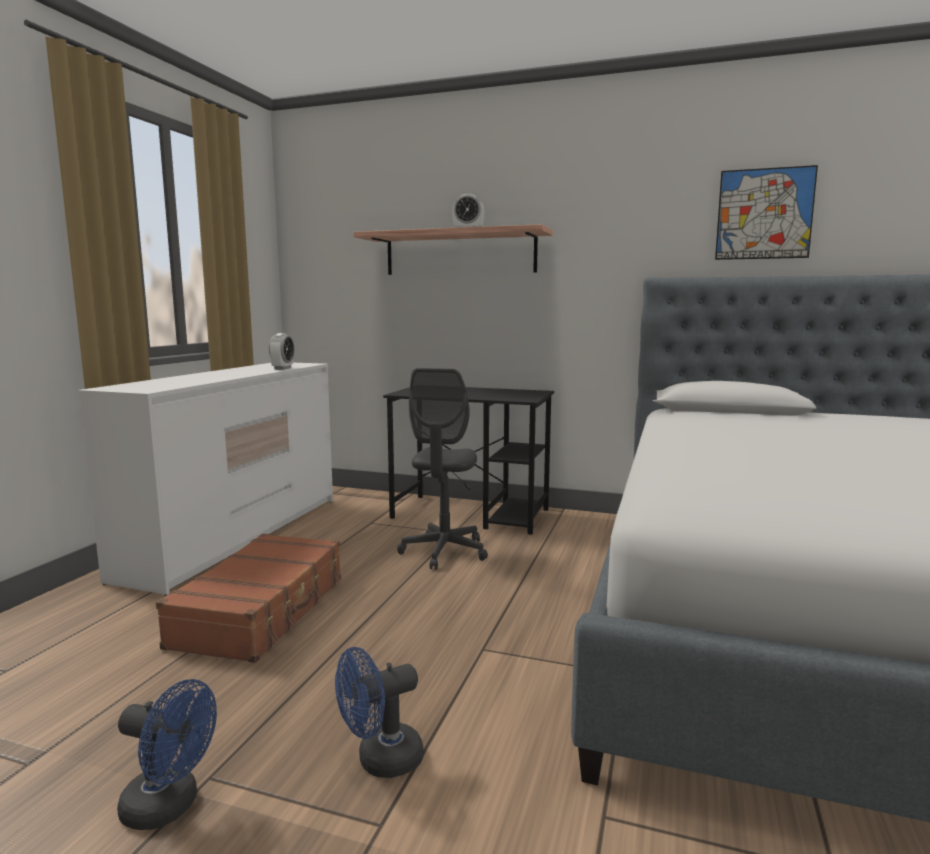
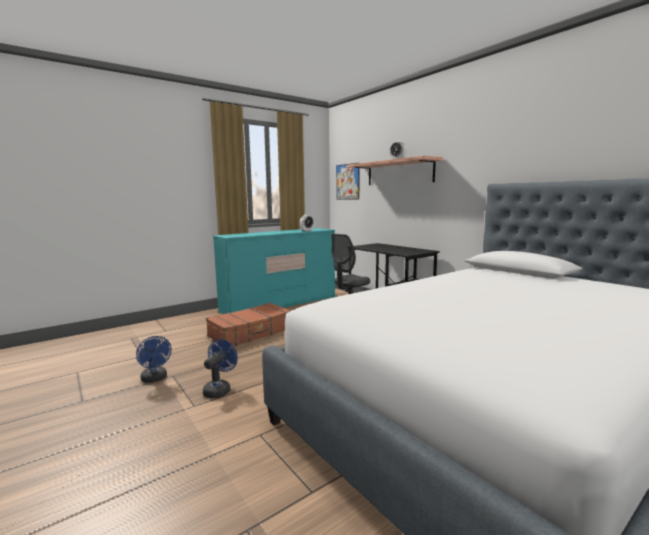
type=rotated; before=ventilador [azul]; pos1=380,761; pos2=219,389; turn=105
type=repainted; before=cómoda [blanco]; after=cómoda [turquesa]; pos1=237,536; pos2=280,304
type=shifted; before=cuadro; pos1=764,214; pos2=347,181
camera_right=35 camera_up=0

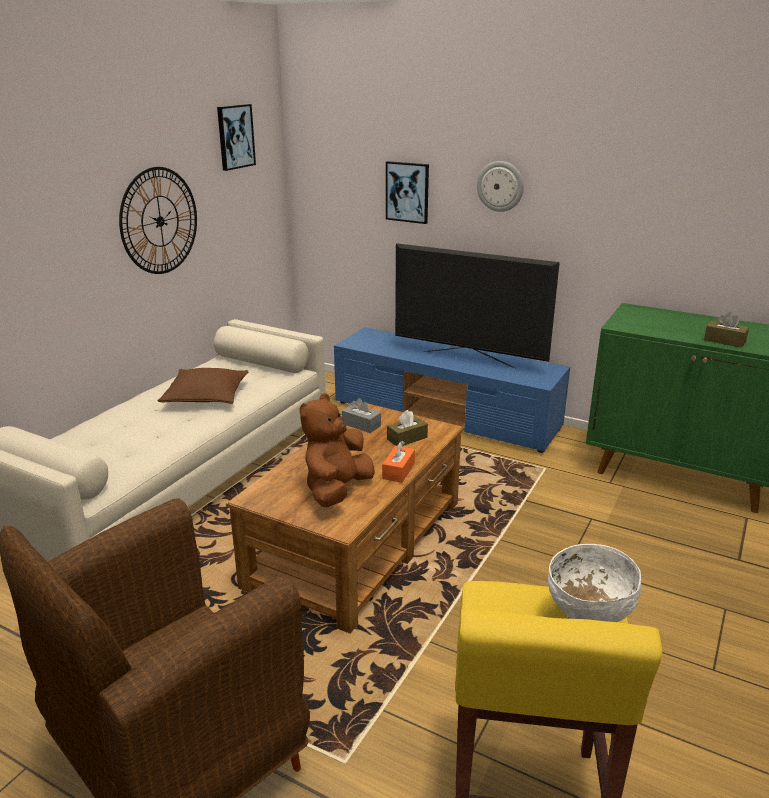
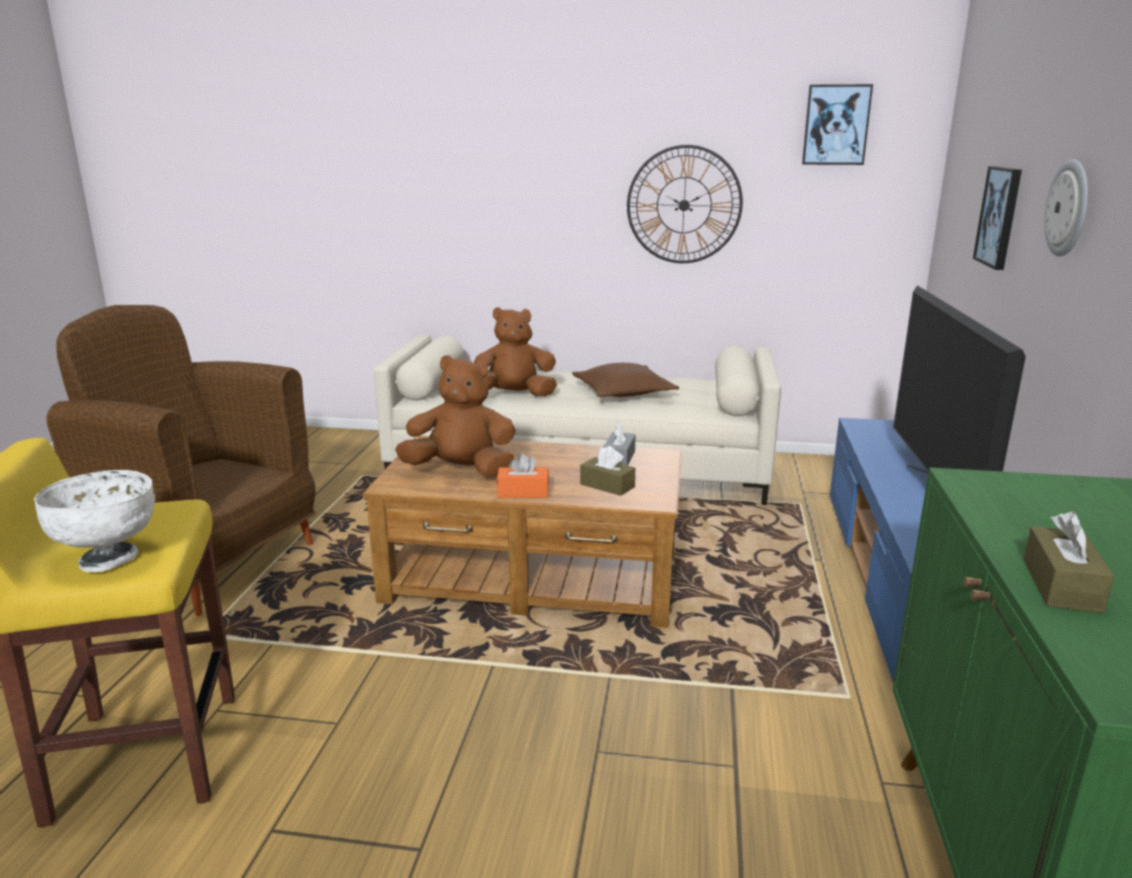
type=new; after=peluche [marrón]; pos2=514,395
camera_right=70 camera_up=-5

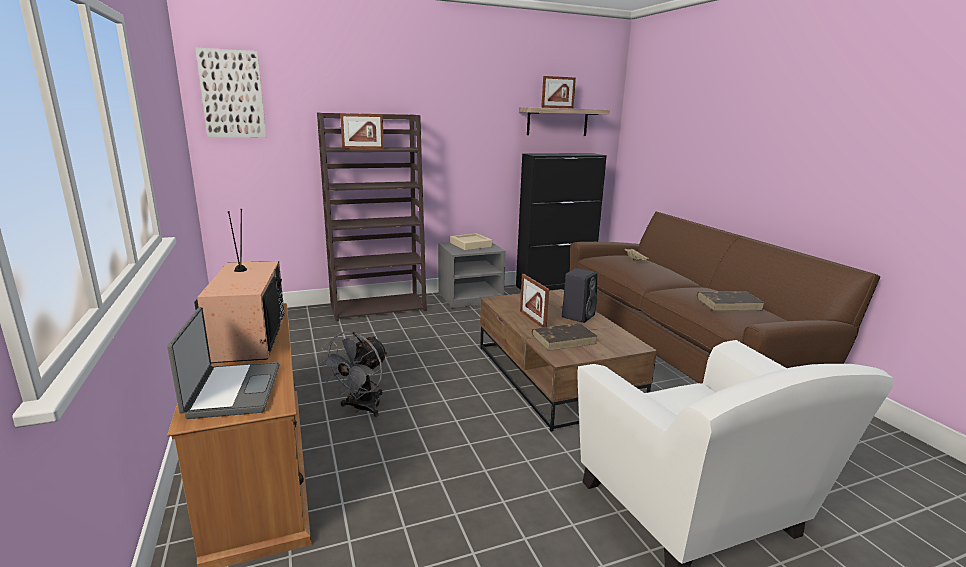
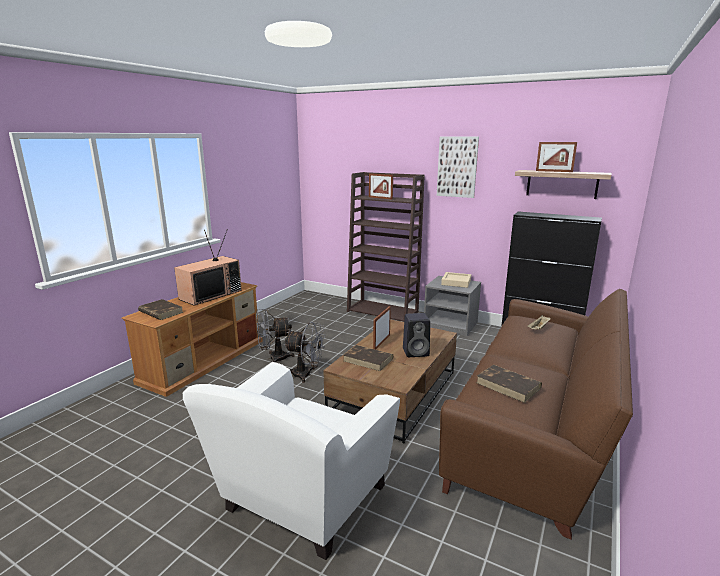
type=swapped; before=portátil; after=libro [marrón]; pos1=232,391; pos2=160,312
type=new; after=ventilador [gris]; pos2=306,375
type=shifted; before=cuadro; pos1=232,94; pos2=457,167
camera_right=50 camera_up=0

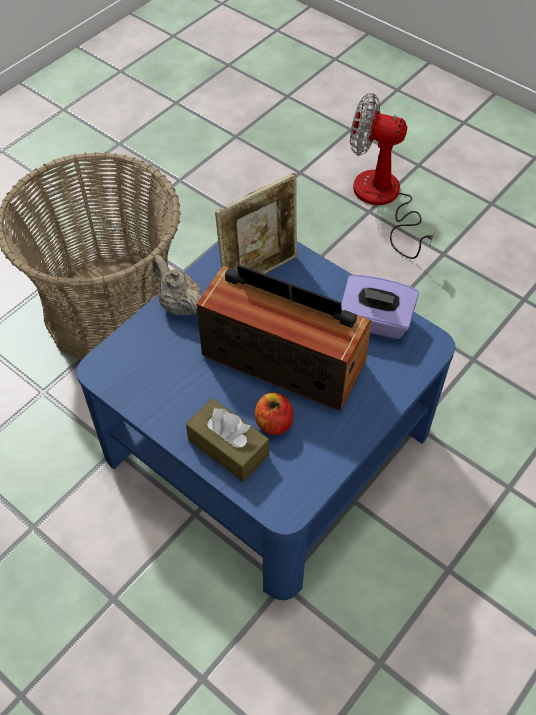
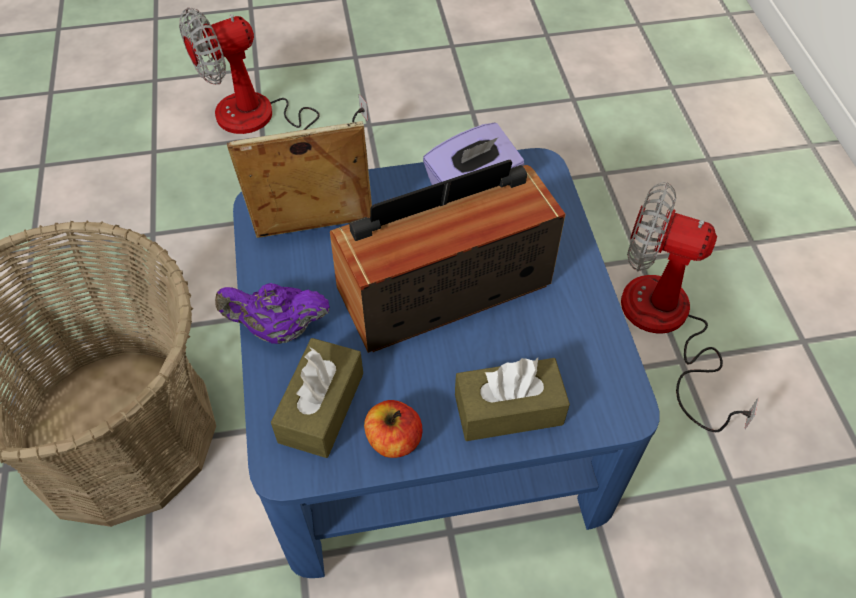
type=repainted; before=tetera [beis]; after=tetera [morado]; pos1=179,305; pos2=279,329
type=rotated; before=portarretratos; pos1=259,271; pos2=314,231; turn=-105
type=new; after=caja de pañuelos [marrón]; pos2=321,407
type=shifted; before=manzana; pos1=273,423; pos2=394,440
type=new; after=ventilador; pos2=665,327
camera_right=-50 camera_up=0

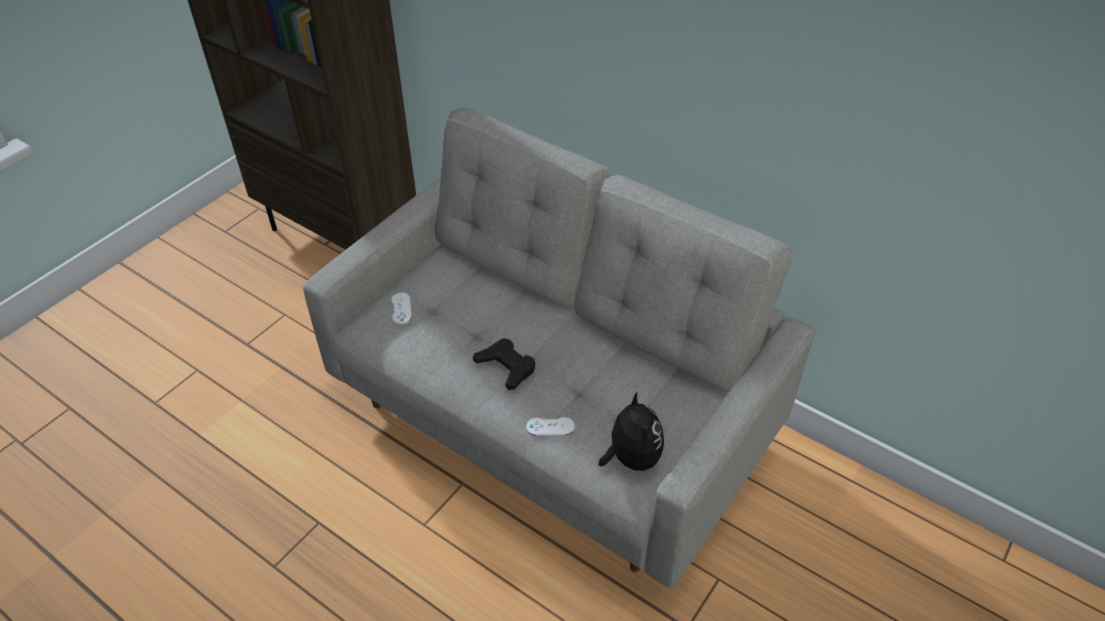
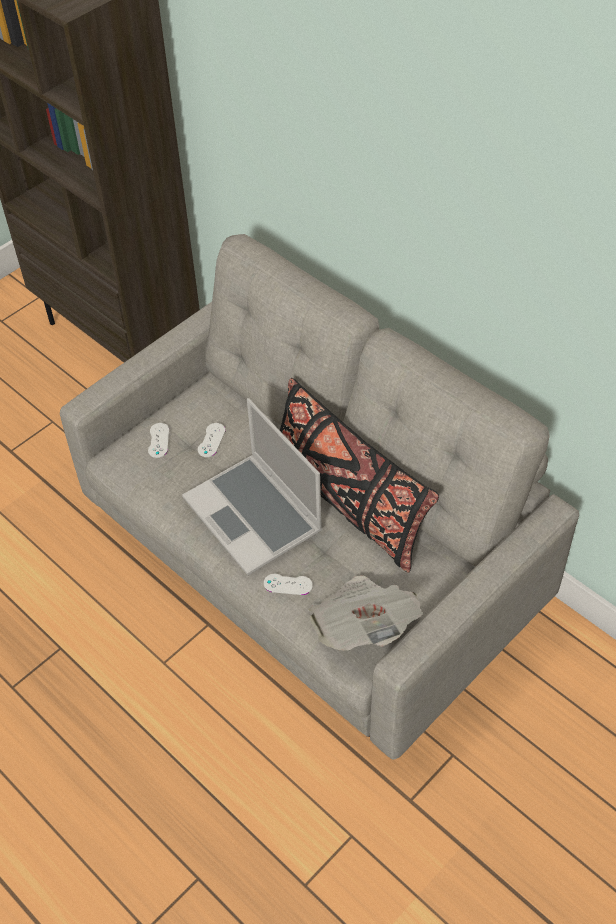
type=swapped; before=mando de consola [negro]; after=portátil; pos1=506,367; pos2=255,516
type=new; after=mando de consola [blanco]; pos2=211,440
type=new; after=cojín [negro]; pos2=347,502
type=swapped; before=peluche; after=periódico; pos1=631,458; pos2=363,626
camera_right=10 camera_up=5

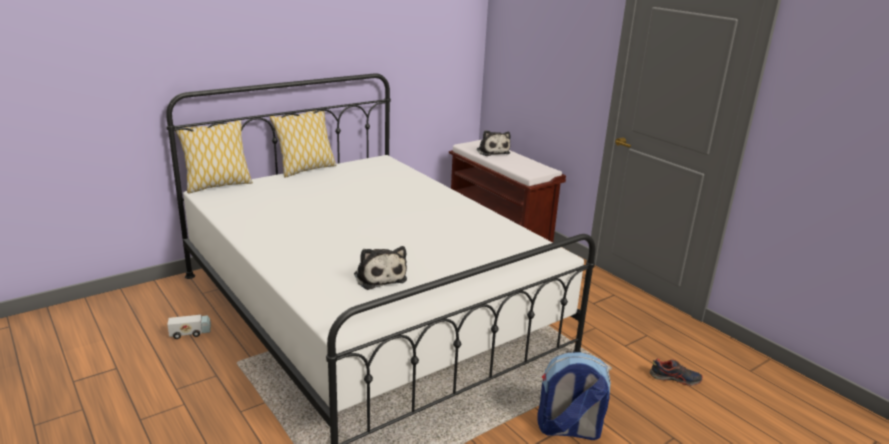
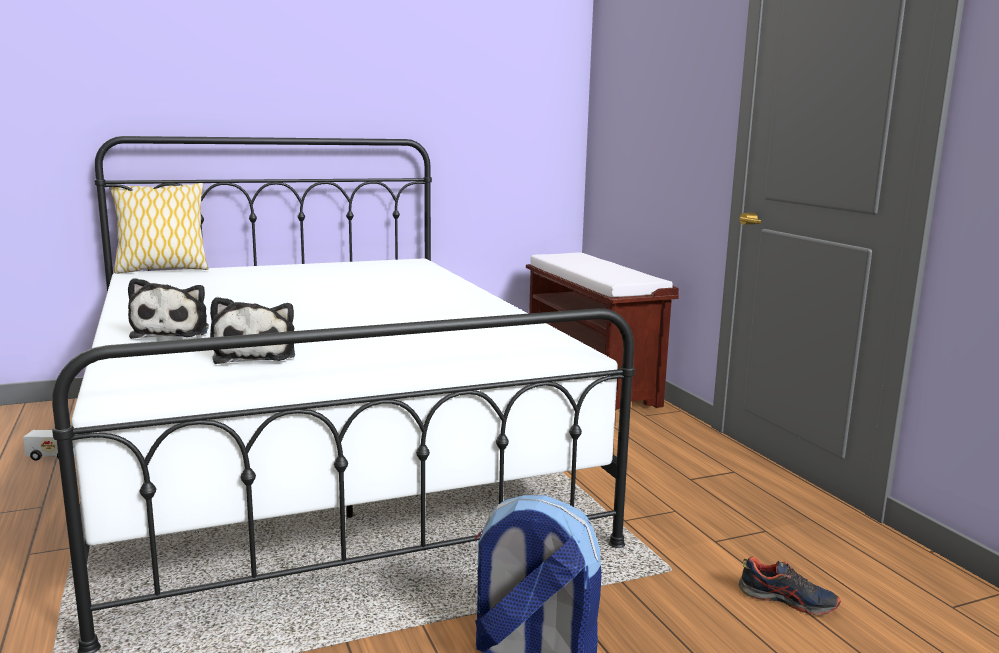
type=shifted; before=peluche; pos1=492,151; pos2=173,332
type=gone; before=cojín; pos1=306,169
camera_right=15 camera_up=-10

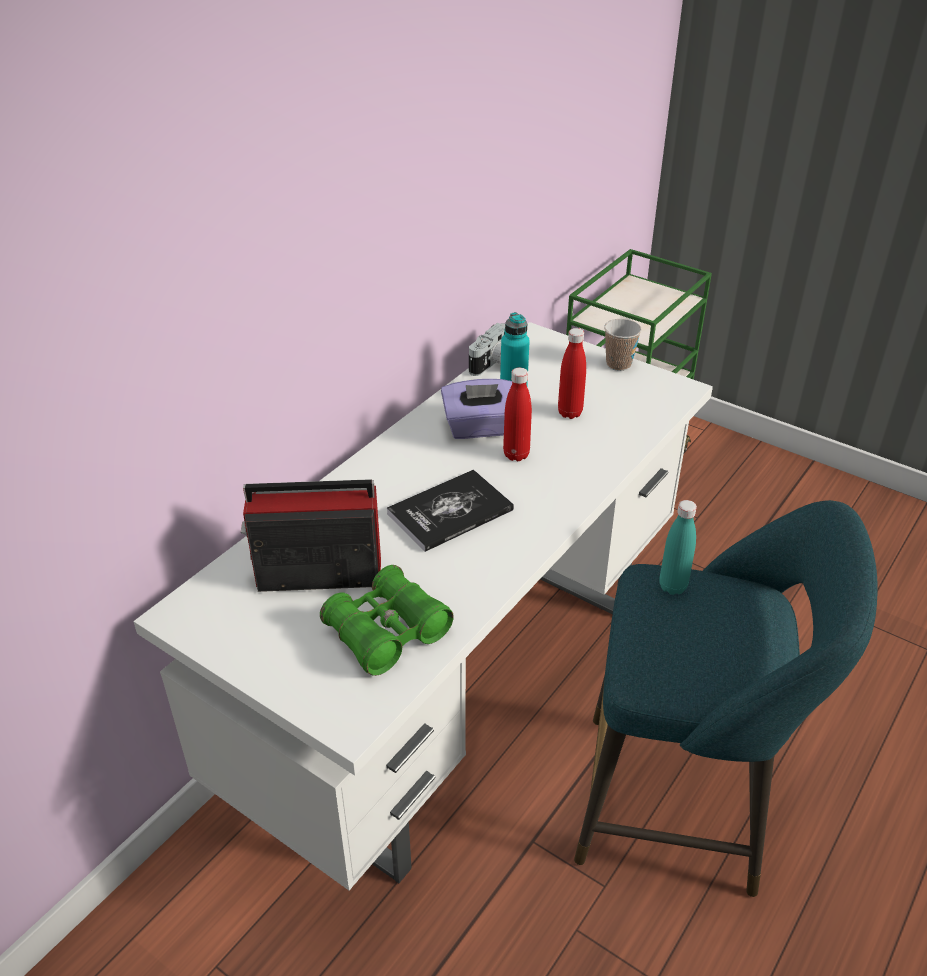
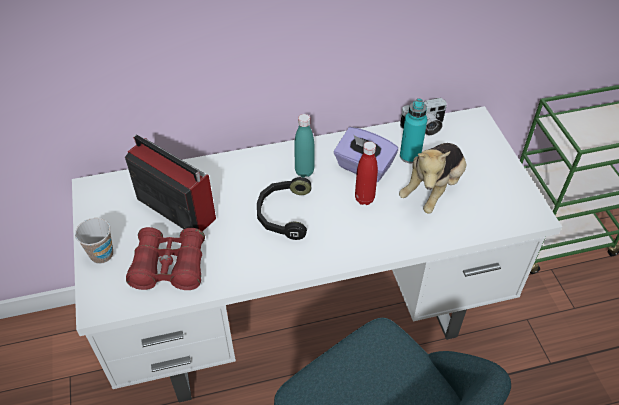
type=shifted; before=taza; pos1=618,364; pos2=102,254
type=repainted; before=prismáticos [verde]; after=prismáticos [rojo]; pos1=387,632; pos2=169,267
type=swapped; before=libro; after=auriculares [negro]; pos1=450,512; pos2=283,214
type=shifted; before=botella [turquesa]; pos1=672,586; pos2=304,171
type=swapped; before=botella [rojo]; after=peluche; pos1=570,413; pos2=433,189
camera_right=40 camera_up=10

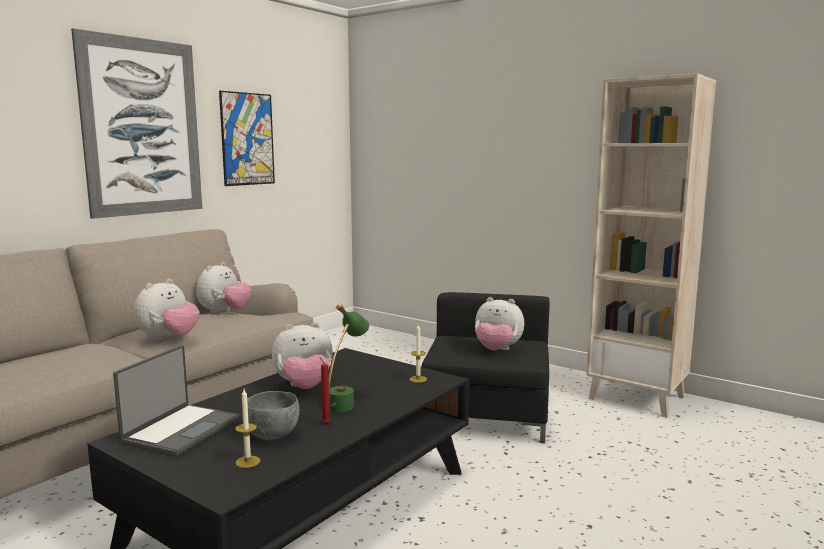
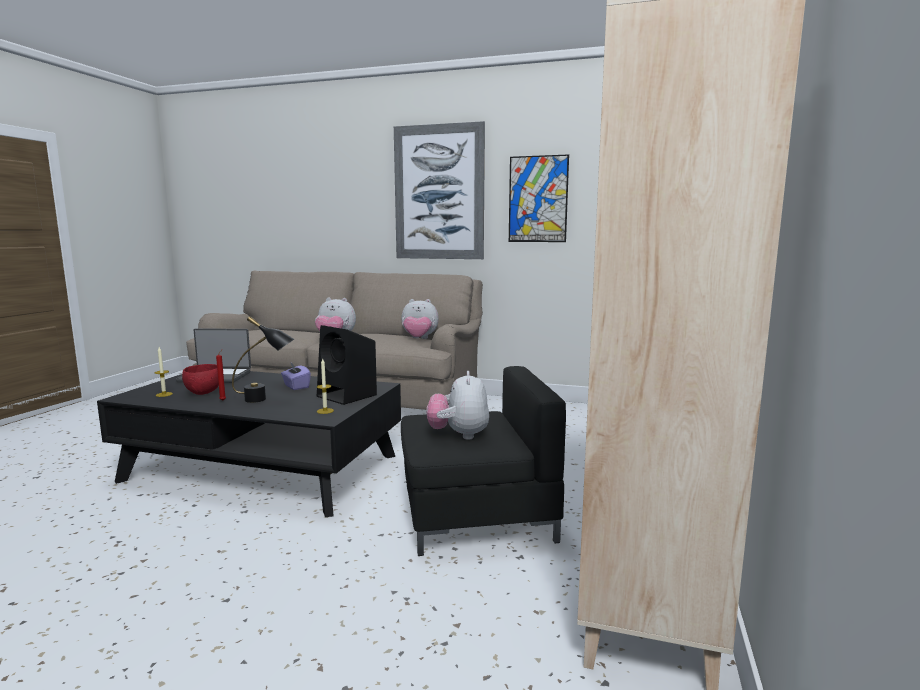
type=repainted; before=cuenco [gris]; after=cuenco [rojo]; pos1=271,435; pos2=204,392
type=repainted; before=lámpara de mesa [verde]; after=lámpara de mesa [negro]; pos1=346,402; pos2=265,399
type=swapped; before=peluche; after=caja de pañuelos [morado]; pos1=304,387; pos2=296,386
type=new; after=altavoz [negro]; pos2=348,396
camera_right=70 camera_up=0

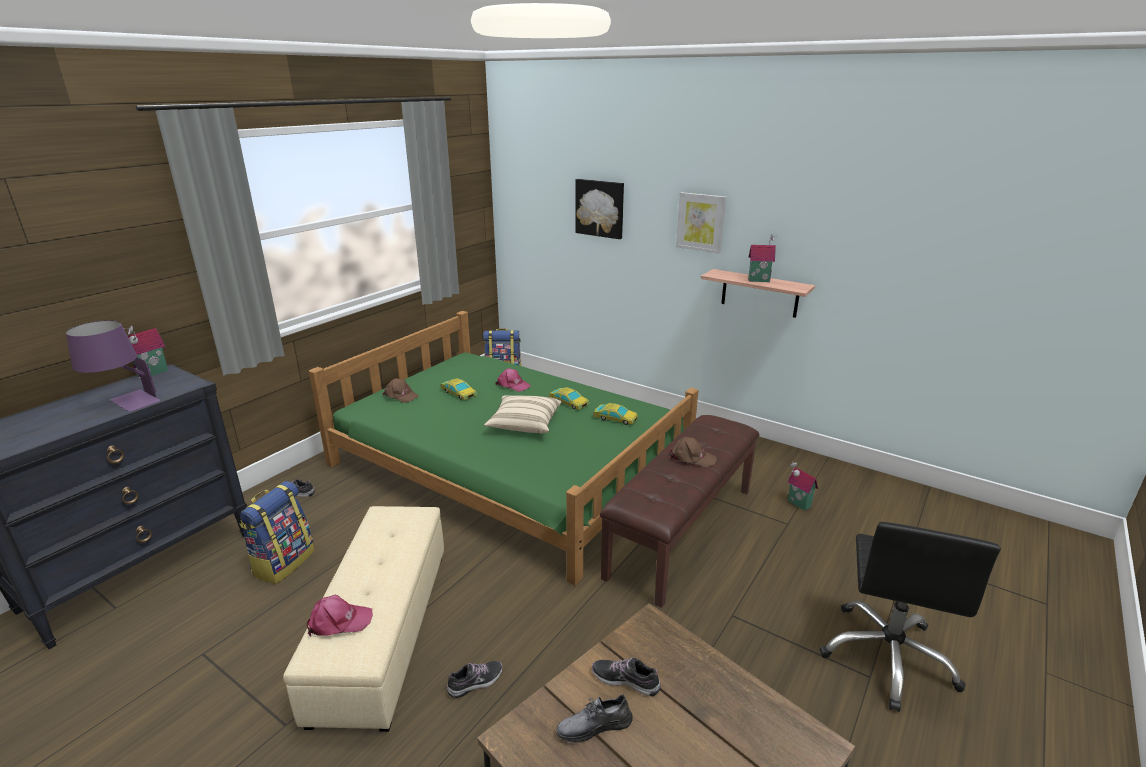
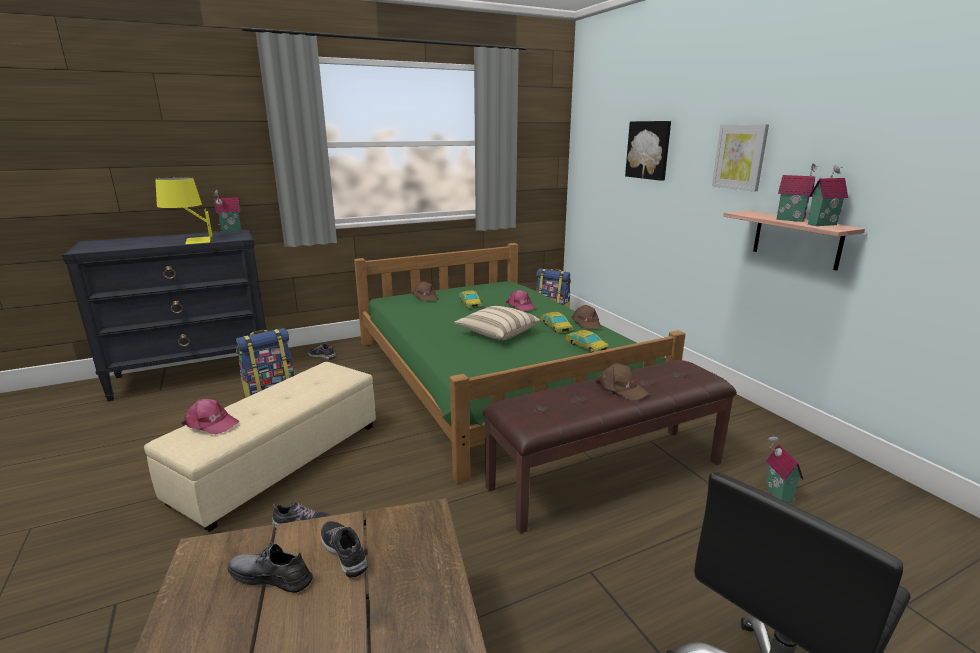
type=repainted; before=lámpara de mesa [morado]; after=lámpara de mesa [amarillo]; pos1=124,404; pos2=189,241
type=new; after=gorra [marrón]; pos2=586,323
type=new; after=casita; pos2=821,224
camera_right=30 camera_up=-5

